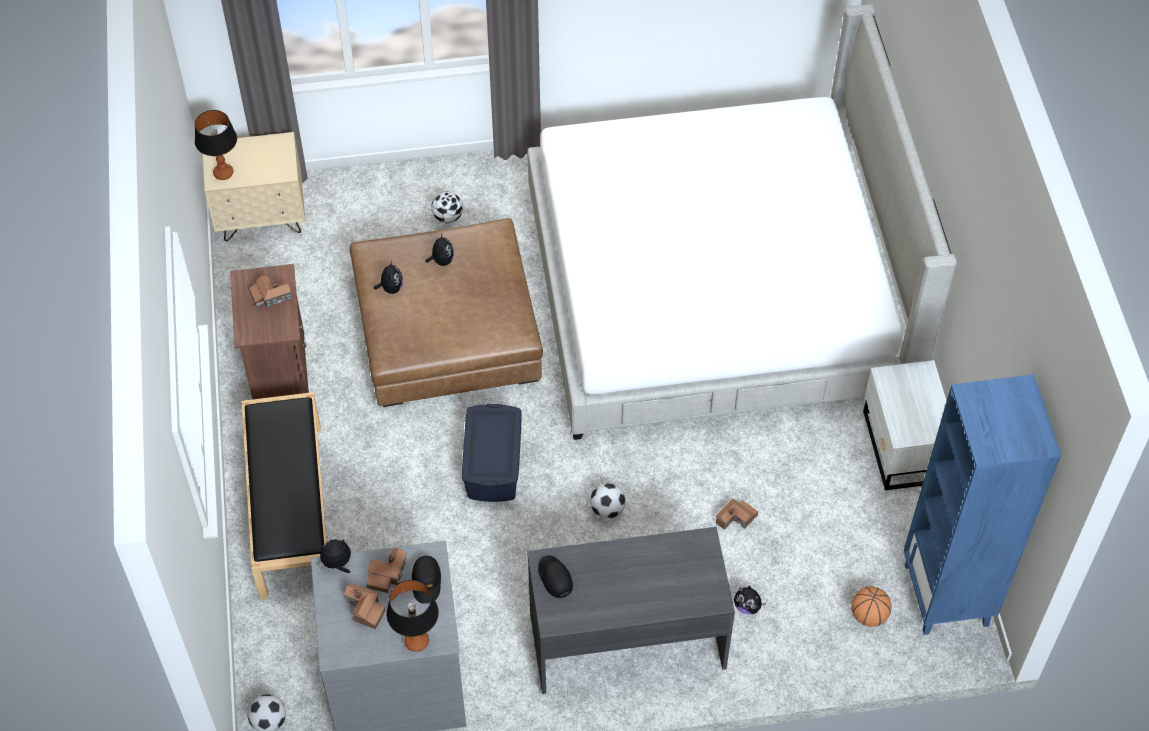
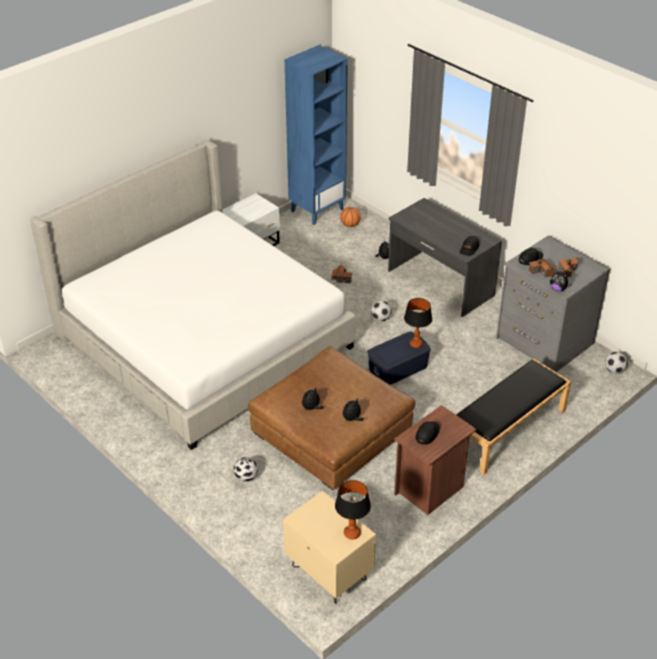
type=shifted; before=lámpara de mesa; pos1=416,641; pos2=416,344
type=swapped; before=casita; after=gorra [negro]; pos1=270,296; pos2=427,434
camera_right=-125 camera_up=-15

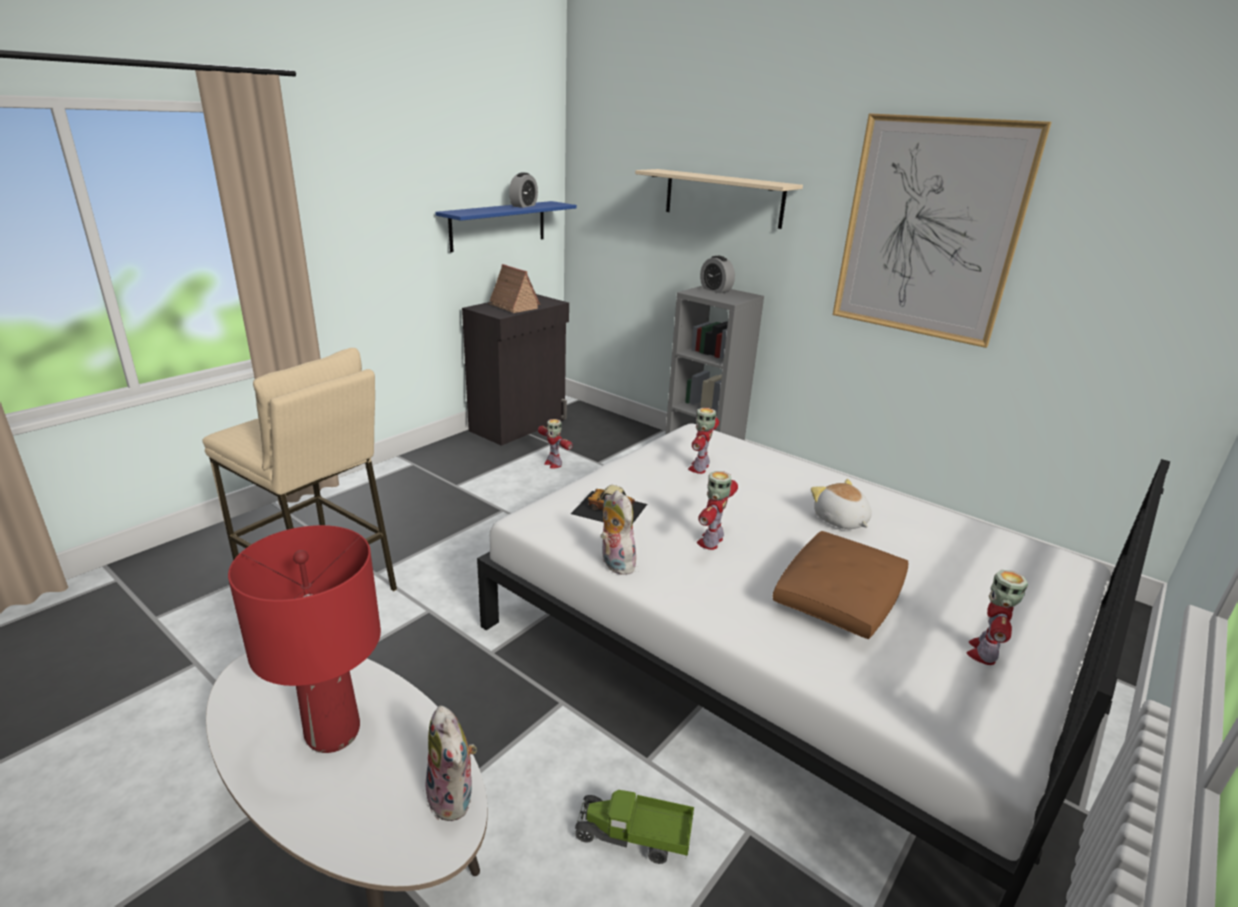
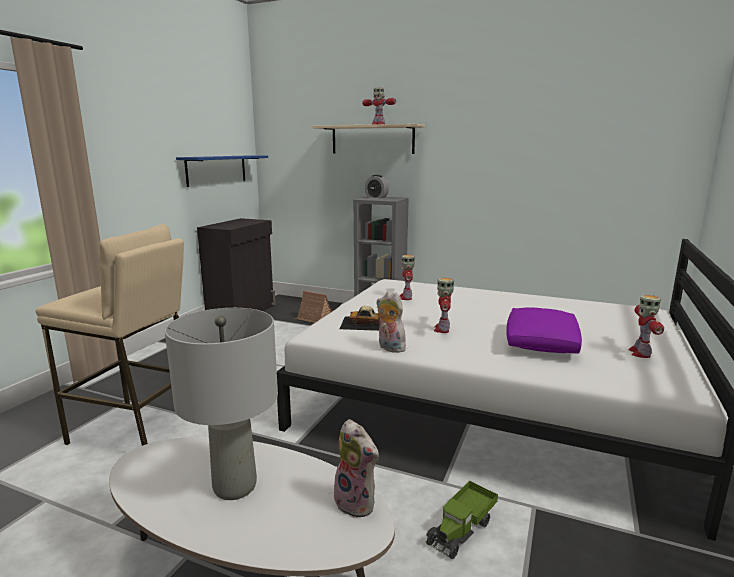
type=repainted; before=lámpara de mesa [rojo]; after=lámpara de mesa [gris]; pos1=334,733; pos2=236,486
type=shifted; before=casita; pos1=513,306; pos2=313,318
type=shifted; before=robot de juguete; pos1=553,464; pos2=378,124
type=rotated; before=camión de juguete; pos1=634,837; pos2=462,529; turn=-45
type=repainted; before=cojín [marrón]; after=cojín [morado]; pos1=838,599; pos2=541,343
type=gone; before=despertador; pos1=523,206
type=gone; before=peluche; pos1=840,520
type=gone; before=cuadro; pos1=929,230
camera_right=-15 camera_up=-10

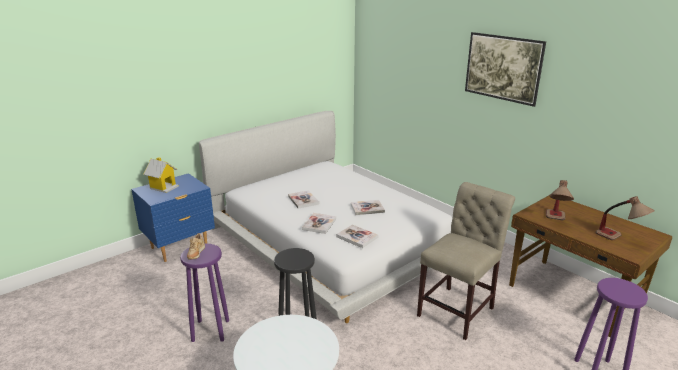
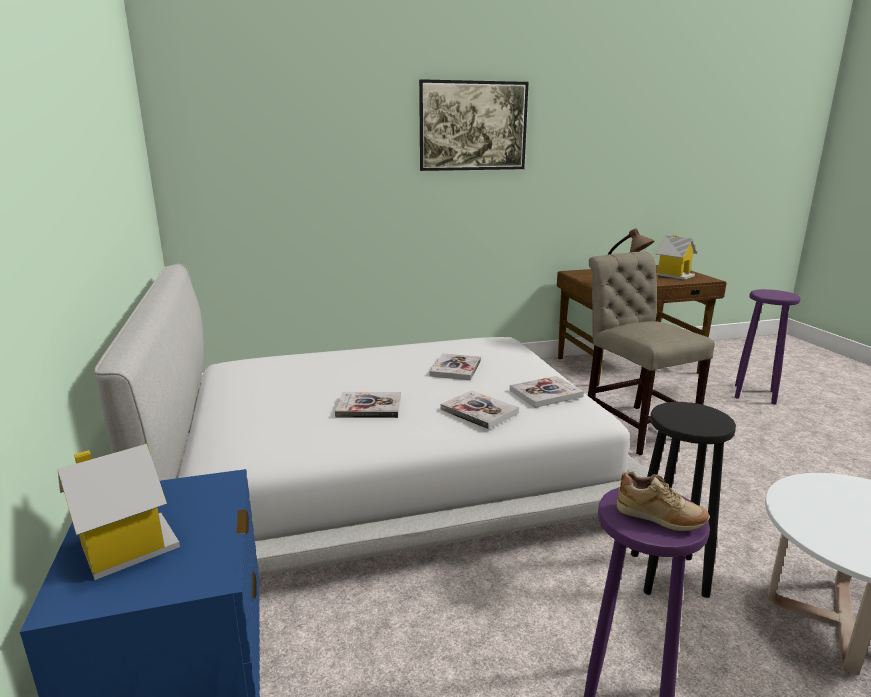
type=swapped; before=lámpara de mesa; after=casita; pos1=619,239; pos2=674,275
camera_right=-65 camera_up=-5

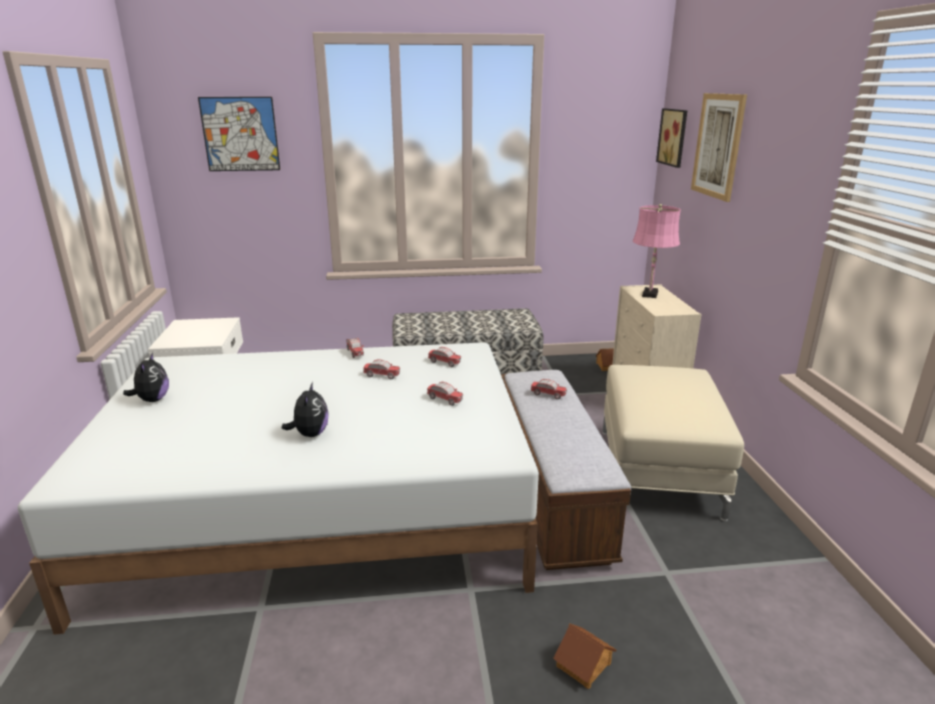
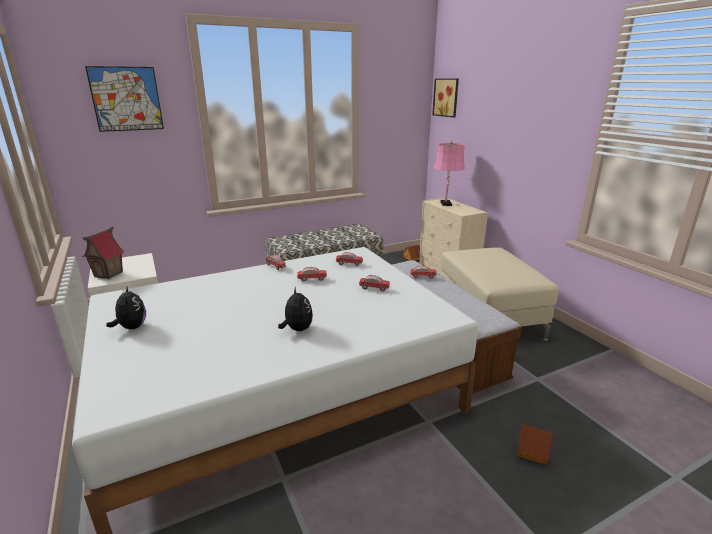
type=new; after=casita; pos2=109,274
type=gone; before=cuadro; pos1=718,146
camera_right=-20 camera_up=0

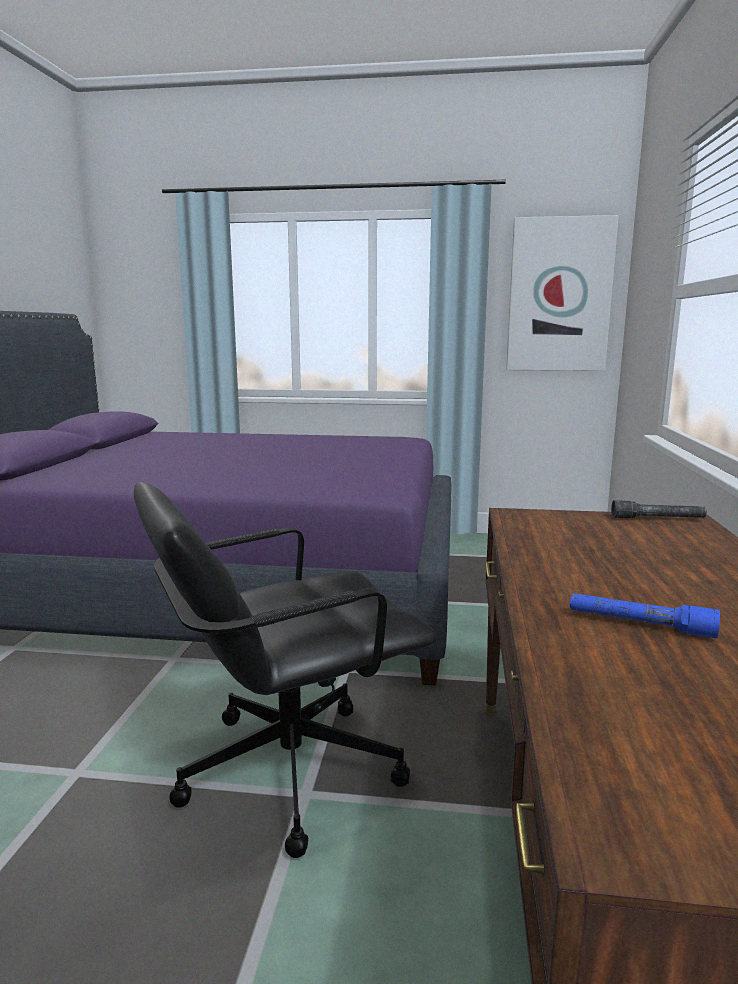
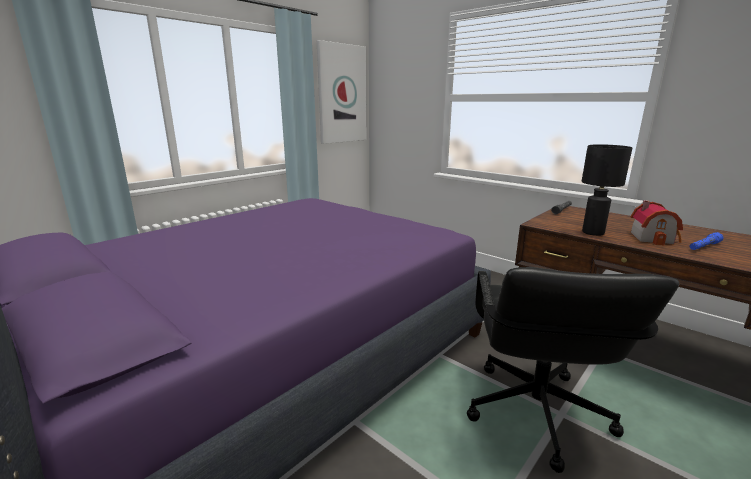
type=new; after=lámpara de mesa [negro]; pos2=592,232
type=new; after=casita; pos2=654,238
camera_right=-55 camera_up=5

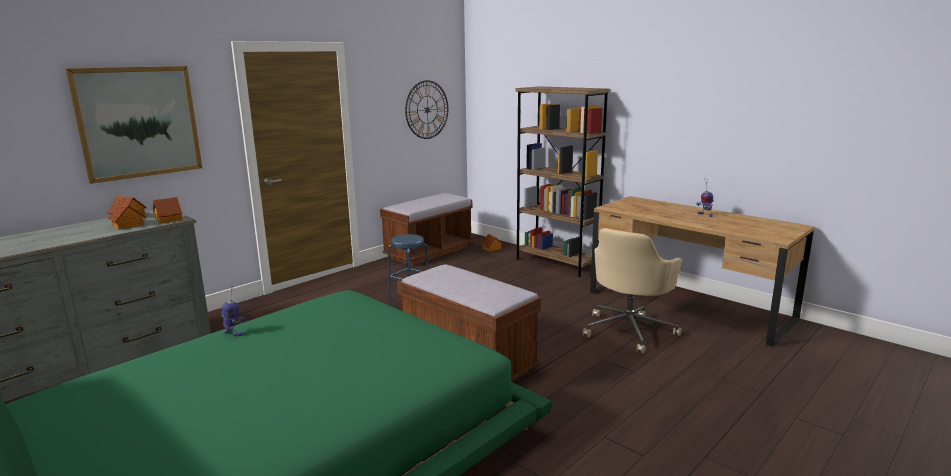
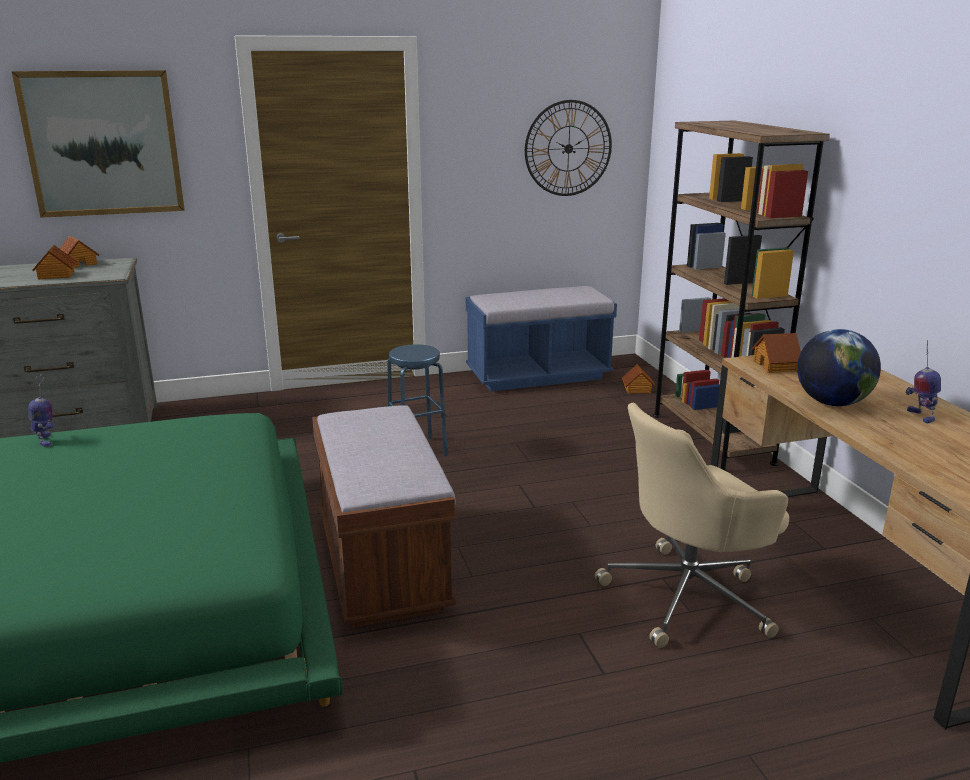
type=repainted; before=banco [marrón]; after=banco [azul]; pos1=429,252; pos2=538,375
type=shifted; before=casita; pos1=169,219; pos2=776,366
type=new; after=globo terráqueo; pos2=832,403
camera_right=30 camera_up=5

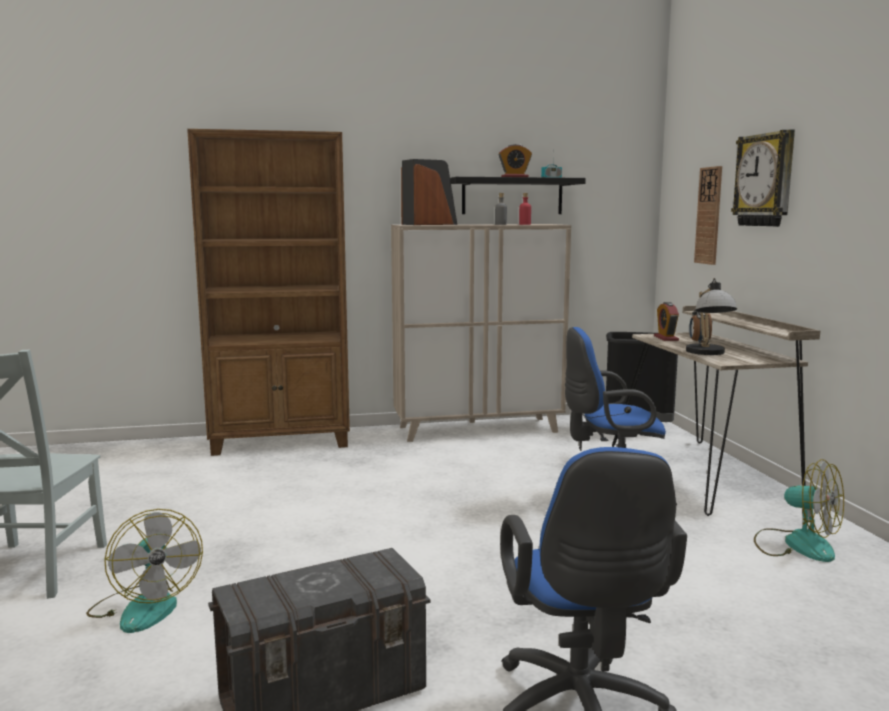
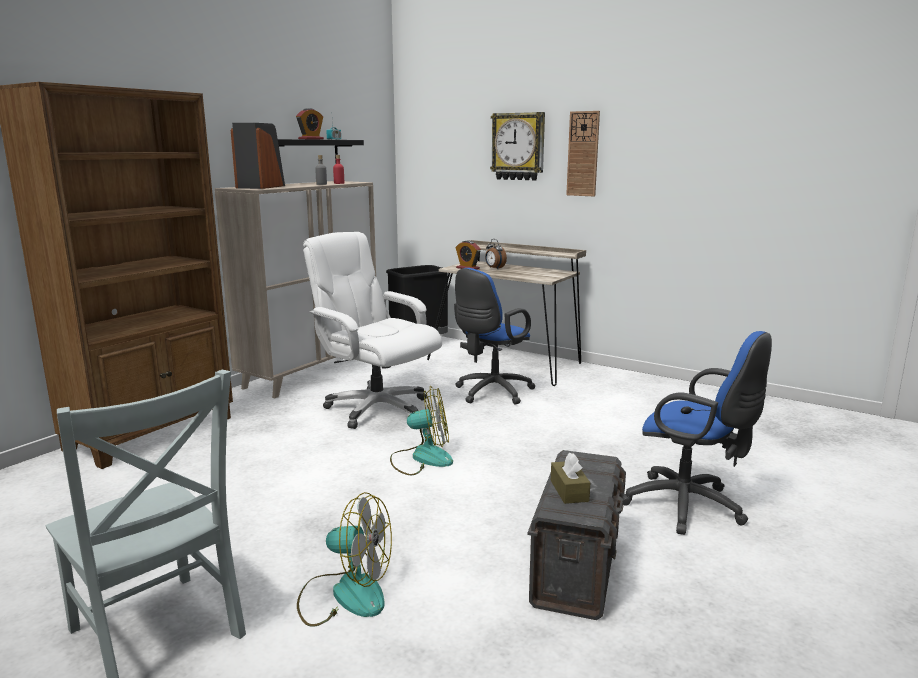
type=new; after=silla de oficina [blanco]; pos2=376,408
type=shifted; before=ventilador; pos1=796,544; pos2=422,458
type=new; after=caja de pañuelos [marrón]; pos2=569,491
type=shifted; before=reloj de pared; pos1=709,215; pos2=583,154
type=gone; before=lámpara de mesa; pos1=708,353
camera_right=-45 camera_up=5

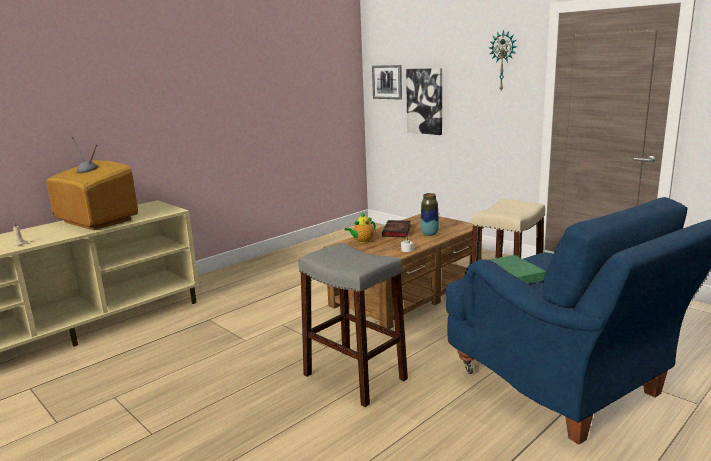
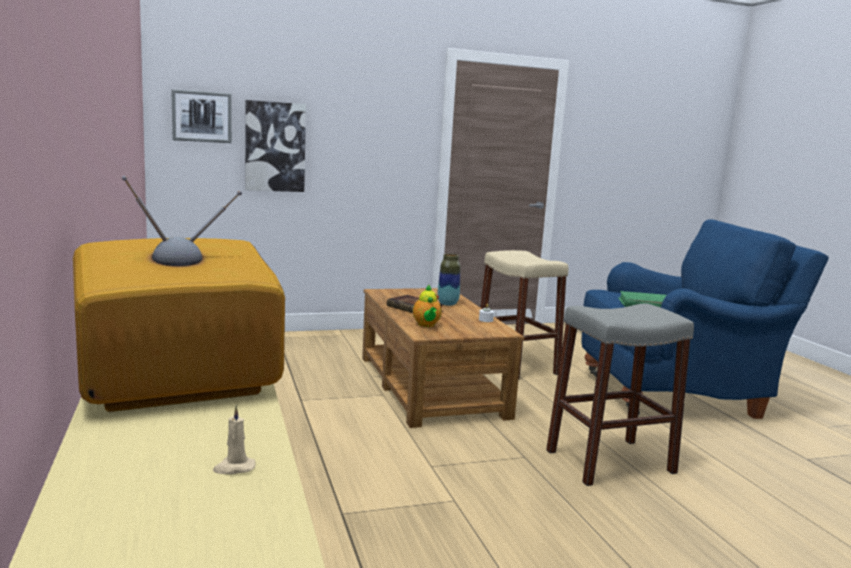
type=gone; before=reloj de pared; pos1=503,61
camera_right=-65 camera_up=-5

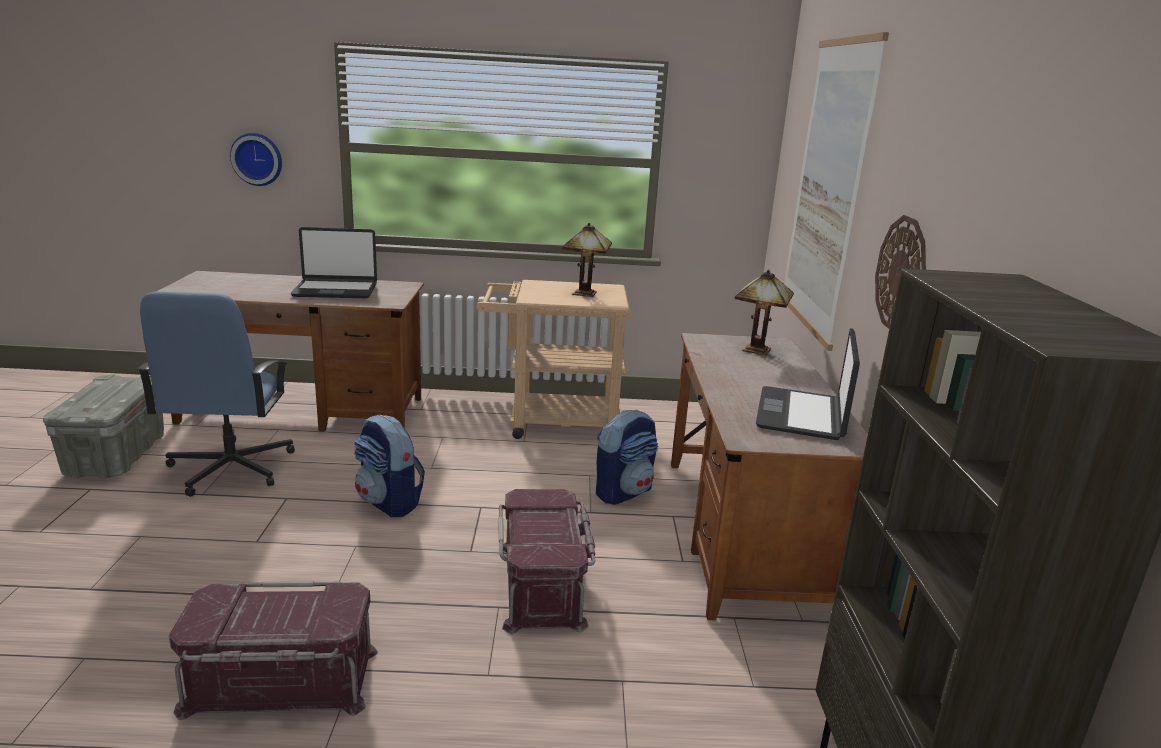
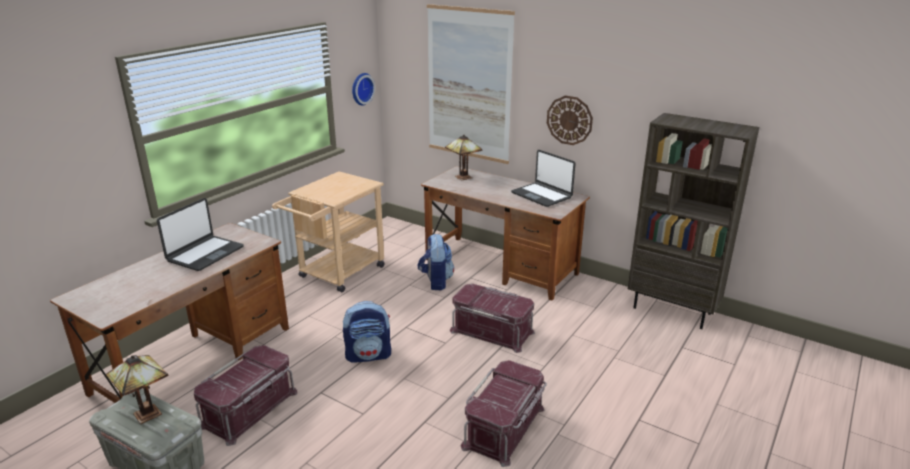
type=shifted; before=lámpara de mesa; pos1=583,293; pos2=145,414
type=swapped; before=silla de oficina [azul]; after=caja de almacenaje [rojo]; pos1=230,468; pos2=250,409
type=shifted; before=reloj de pared; pos1=258,159; pos2=361,88
camera_right=-55 camera_up=5

